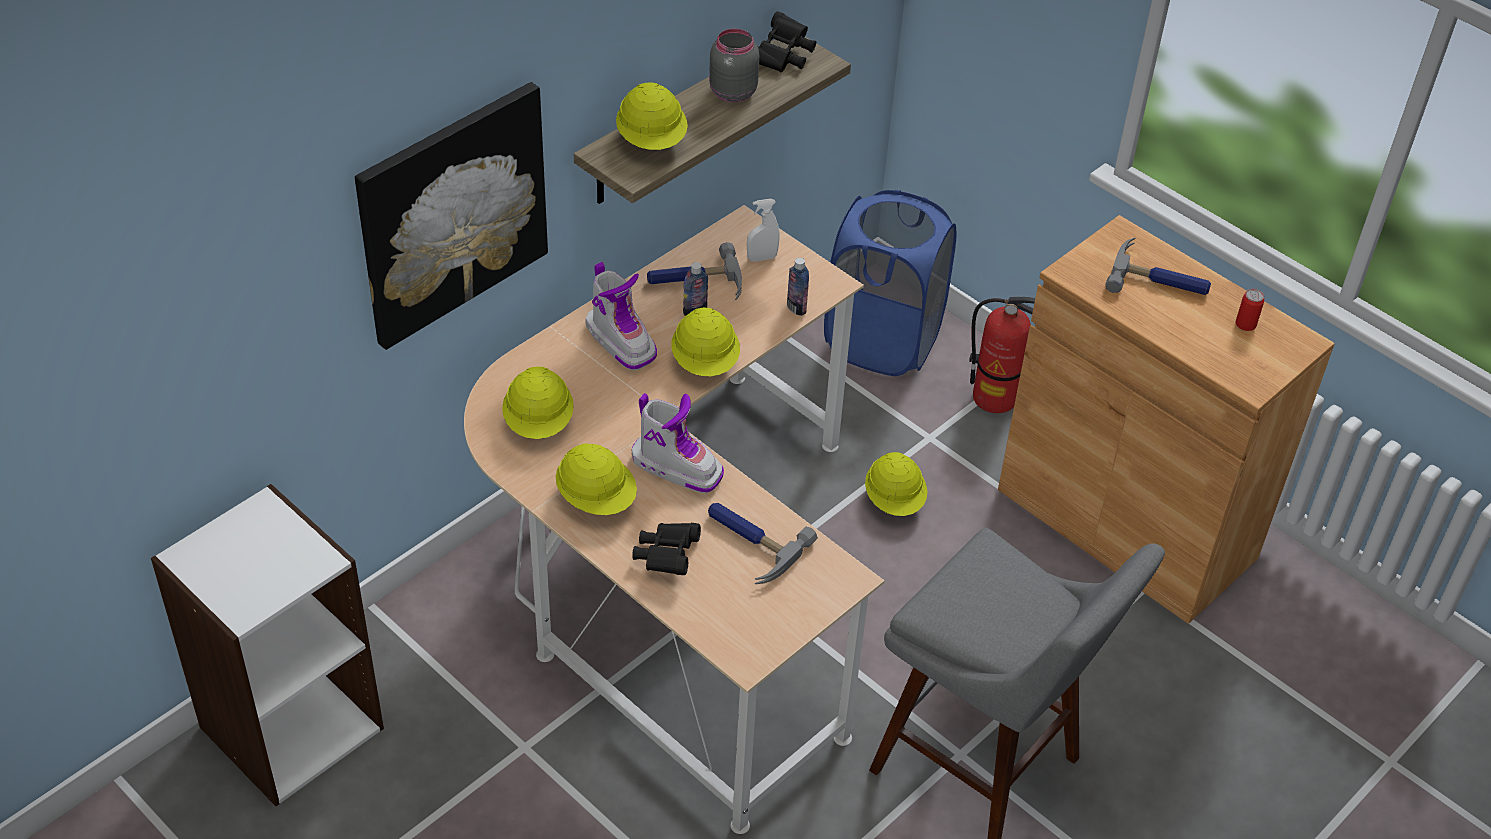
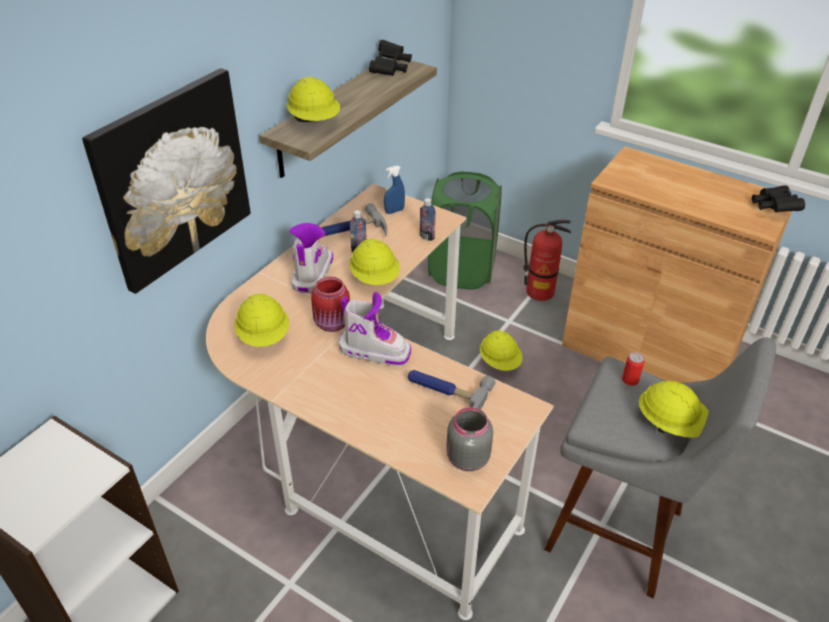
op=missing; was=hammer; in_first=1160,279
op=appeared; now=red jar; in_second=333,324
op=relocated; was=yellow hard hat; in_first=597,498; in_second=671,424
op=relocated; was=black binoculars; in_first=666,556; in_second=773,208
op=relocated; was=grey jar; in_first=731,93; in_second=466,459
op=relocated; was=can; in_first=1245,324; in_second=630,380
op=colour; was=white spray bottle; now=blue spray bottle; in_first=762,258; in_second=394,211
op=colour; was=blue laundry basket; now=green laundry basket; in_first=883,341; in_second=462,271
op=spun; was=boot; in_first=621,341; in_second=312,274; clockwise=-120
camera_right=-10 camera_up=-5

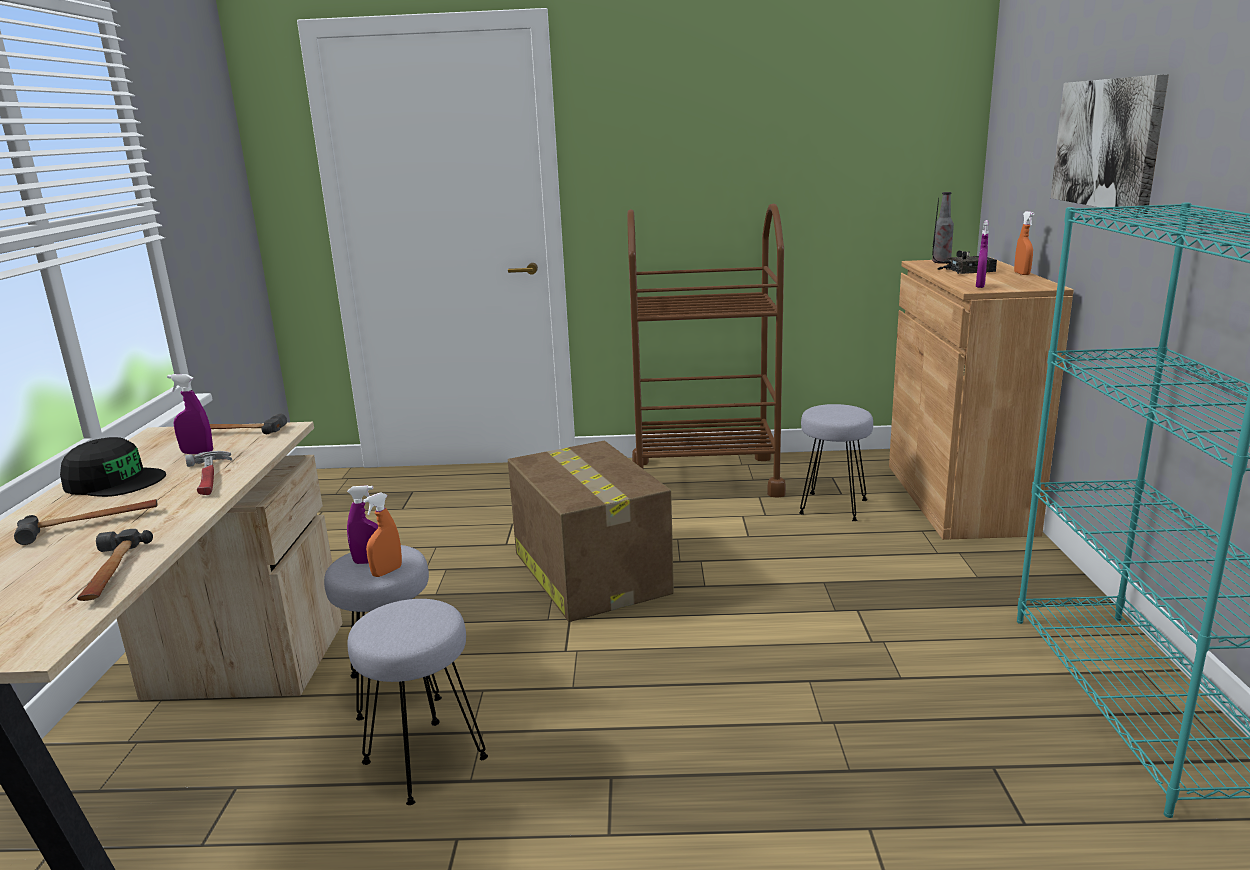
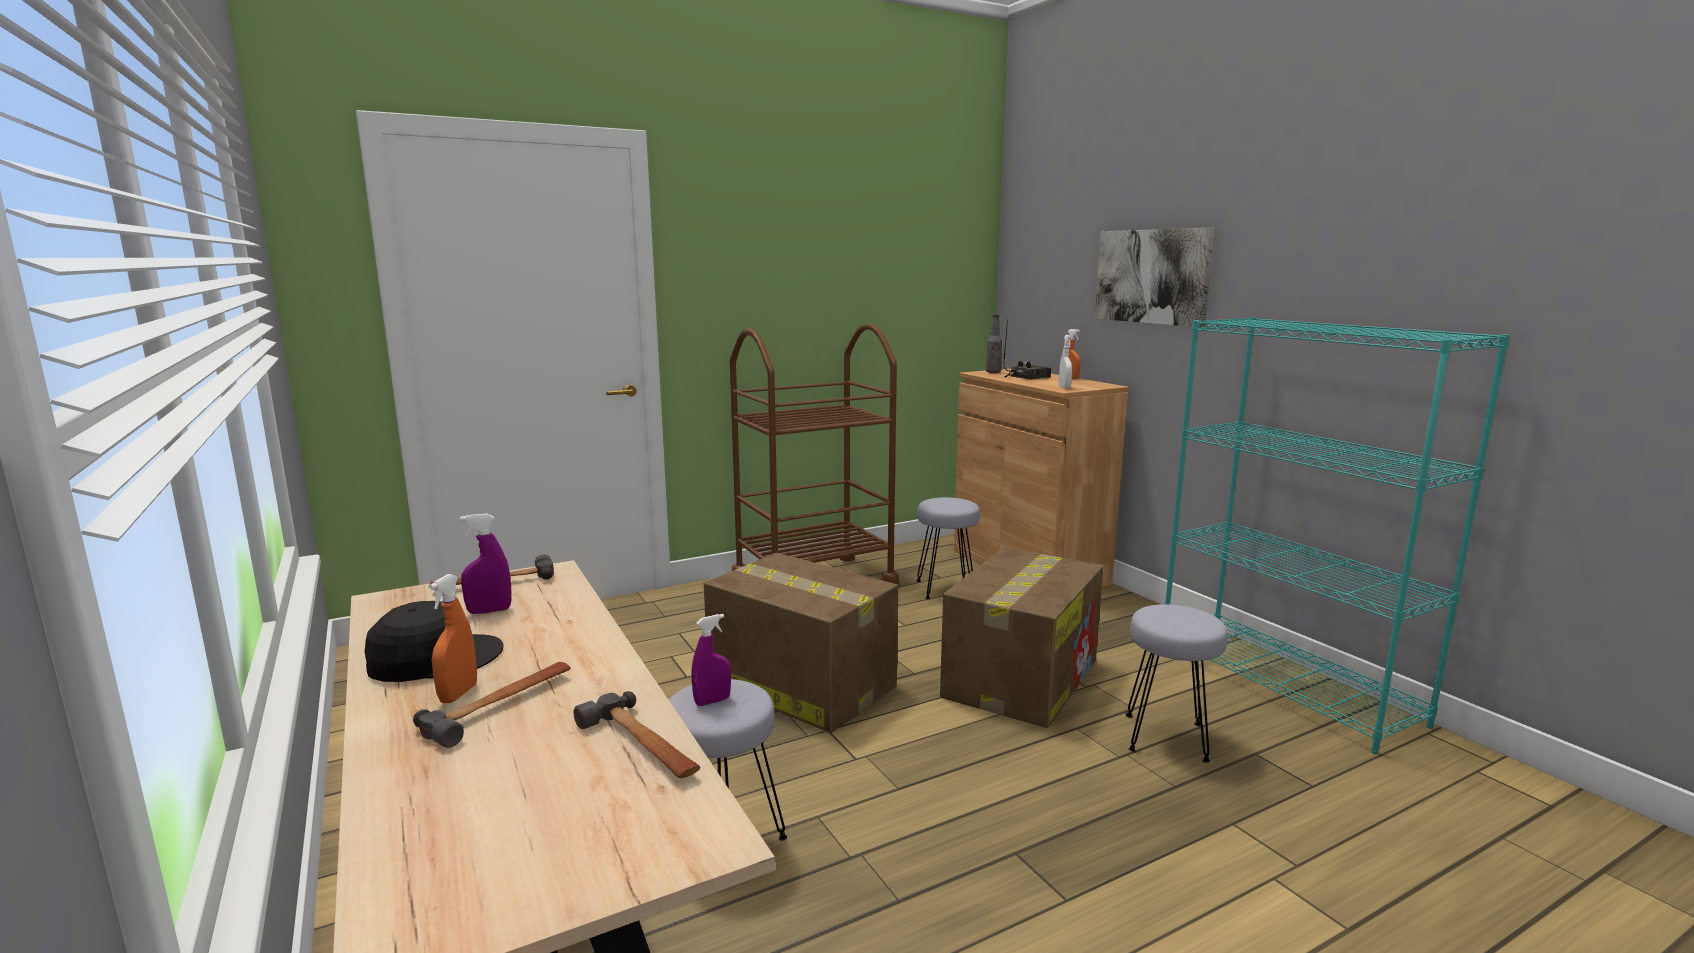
op=missing; was=hammer; in_first=209,478
op=appeared; now=cardboard box; in_second=1021,677
op=relocated; was=grey stool; in_first=425,761; in_second=1167,738
op=relocated; was=orange spray bottle; in_first=387,572; in_second=458,694
op=colour; was=purple spray bottle; now=white spray bottle; in_first=980,286; in_second=1064,387
camera_right=-30 camera_up=-5

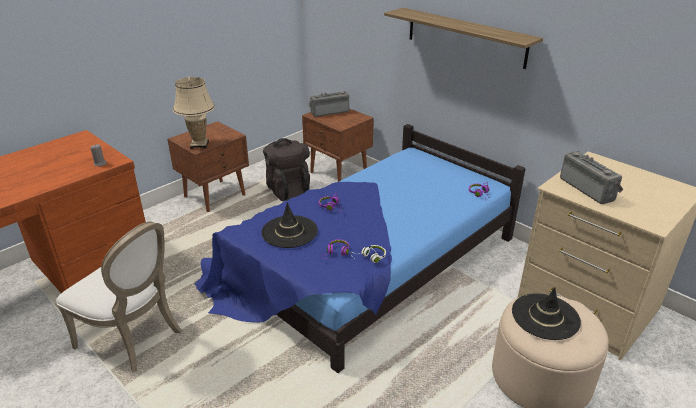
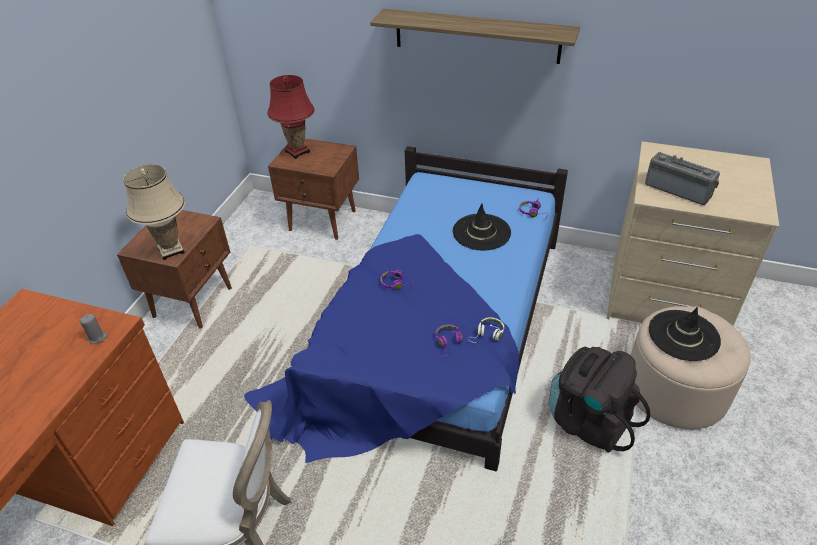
op=relocated; was=black hat; in_first=289,232; in_second=481,232
op=relocated; was=black backpack; in_first=288,189; in_second=589,421
op=exchanged; was=radio; now=red table lamp; in_first=329,111; in_second=297,152
camera_right=-25 camera_up=10

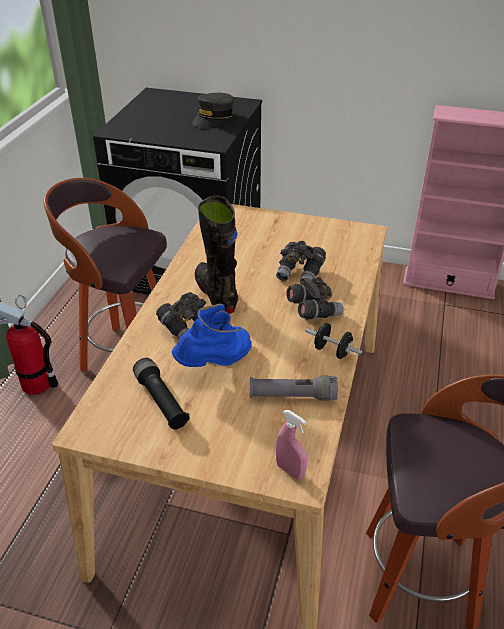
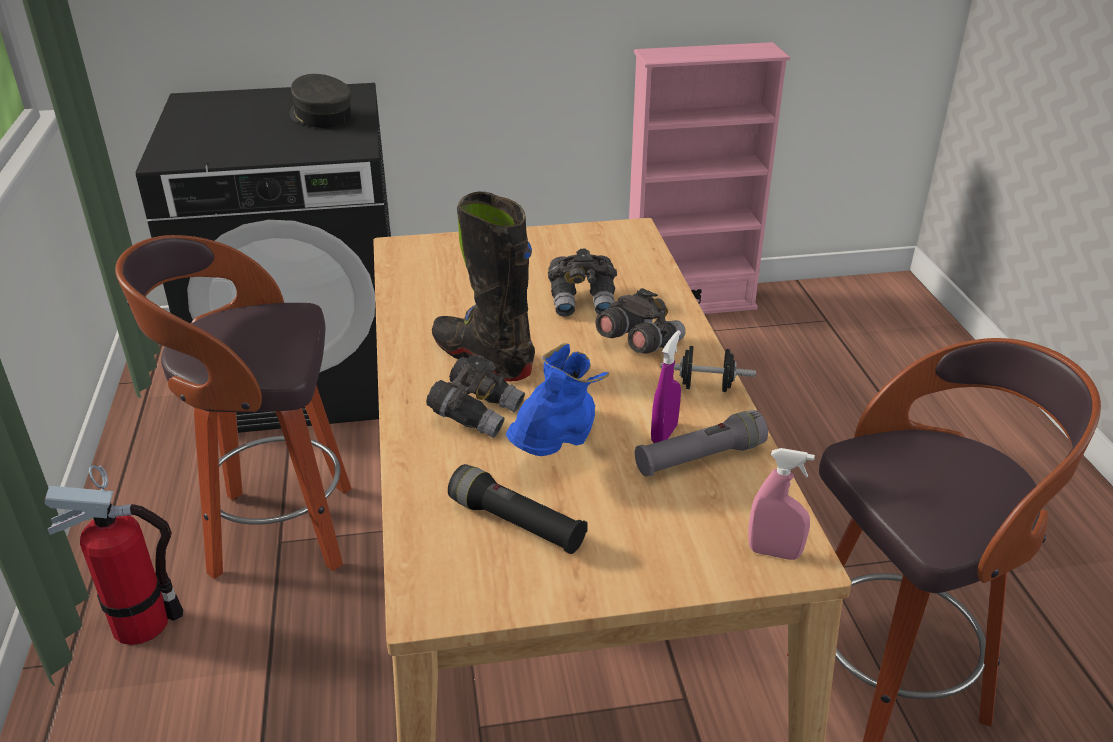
op=appeared; now=purple spray bottle; in_second=664,434
op=spun; was=grey cap; in_first=213,118; in_second=320,117; clockwise=135
camera_right=-25 camera_up=-5

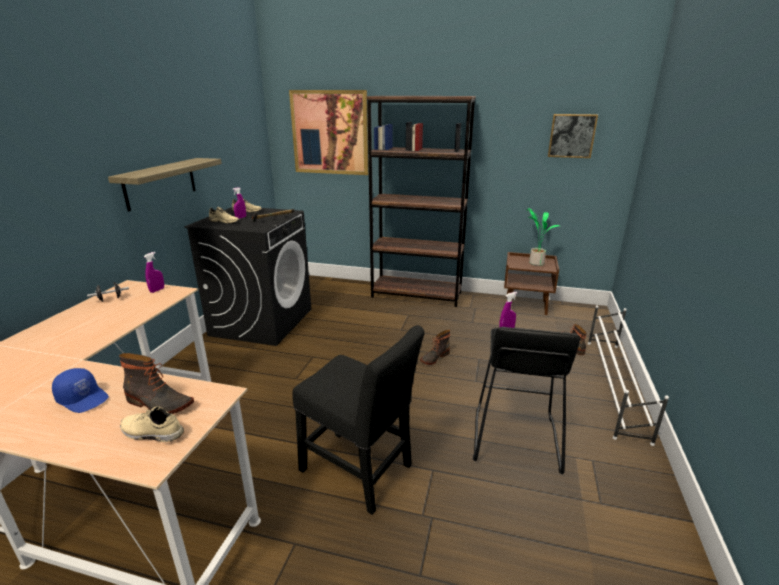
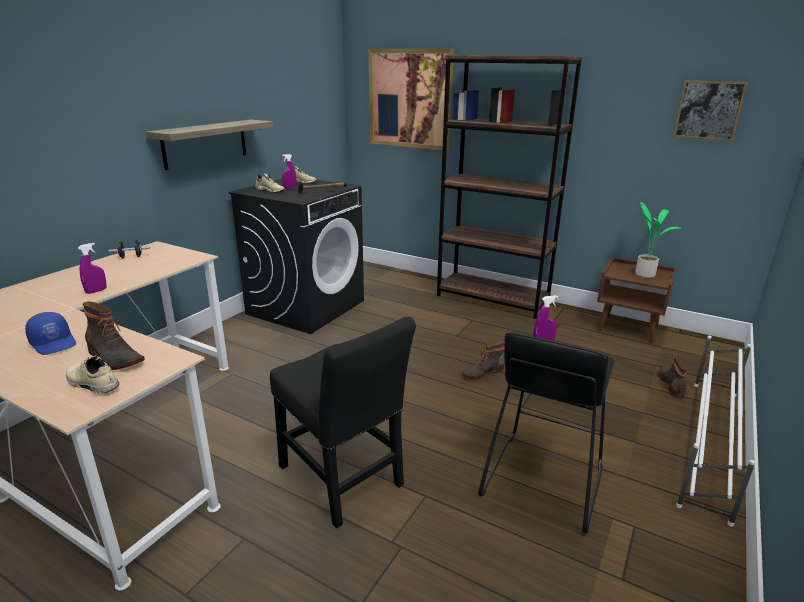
op=relocated; was=purple spray bottle; in_first=157,290; in_second=96,291
camera_right=15 camera_up=0

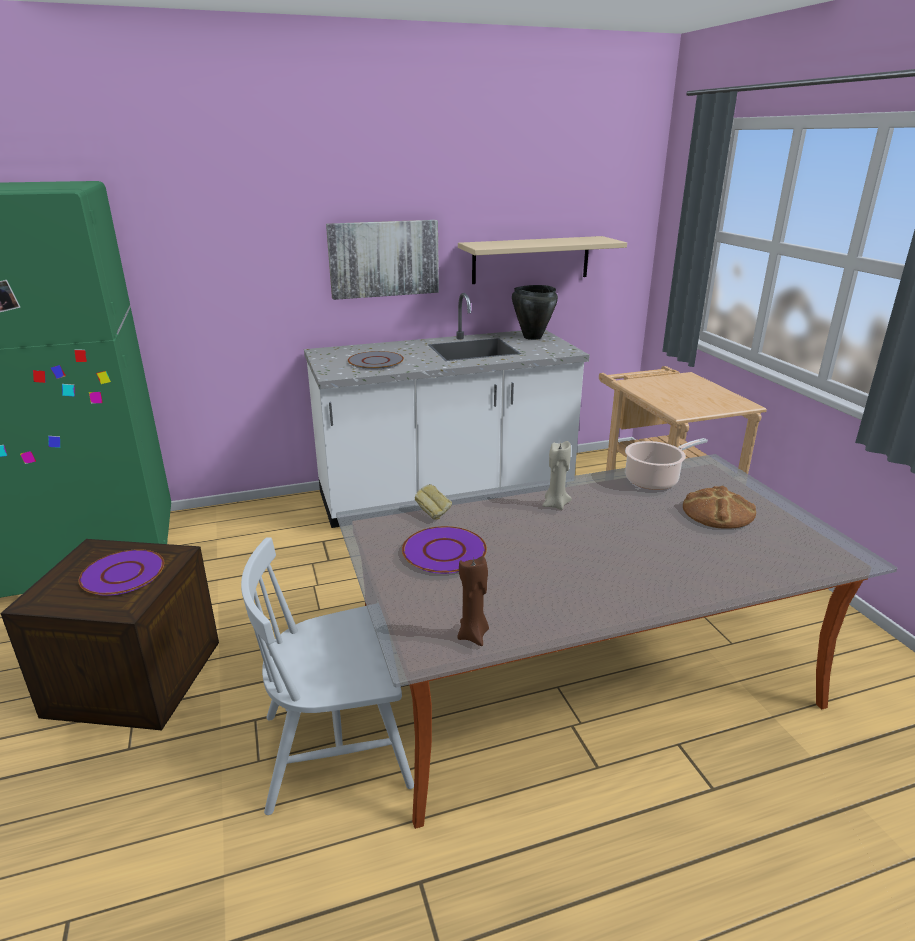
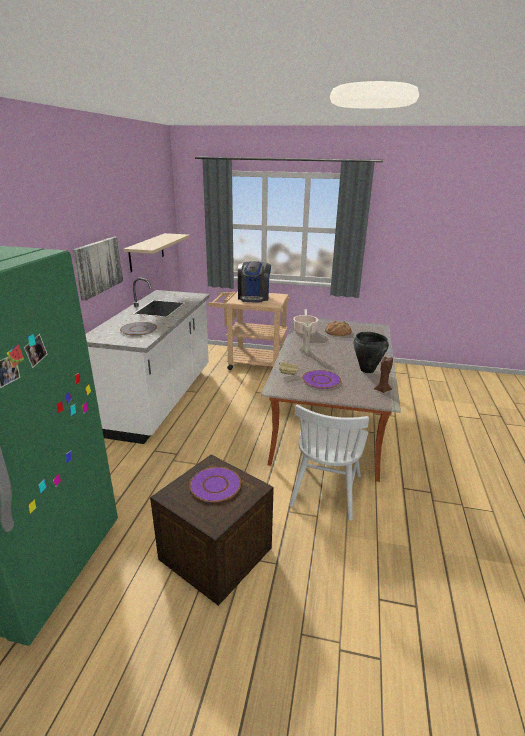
op=appeared; now=coffee machine; in_second=254,297
op=relocated; was=black cooking pot; in_first=532,337; in_second=367,370
camera_right=-60 camera_up=0

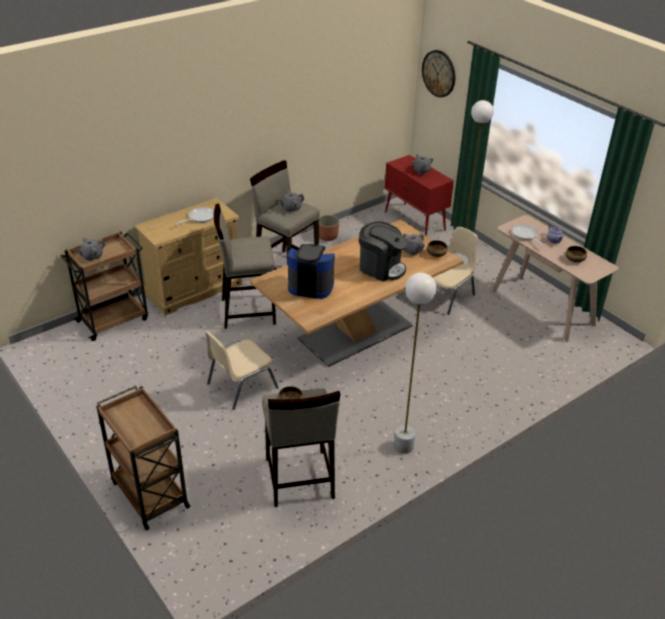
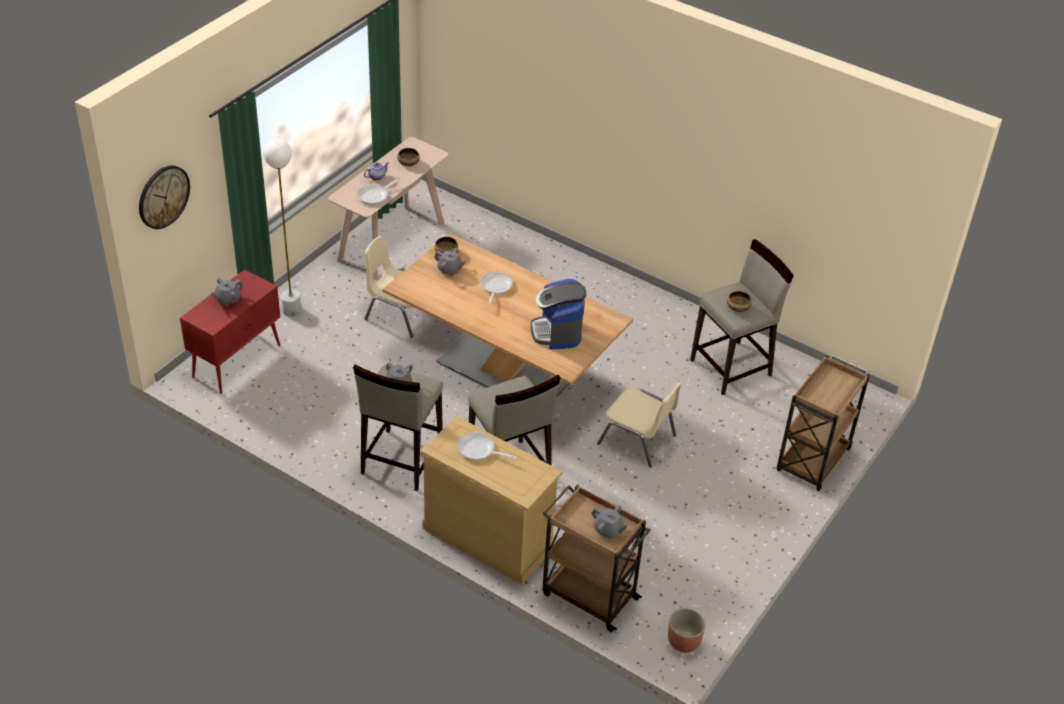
op=missing; was=white floor lamp; in_first=403,446
op=relocated; was=planter; in_first=327,237; in_second=683,641
op=exchanged; was=coffee machine; now=frying pan; in_first=381,268; in_second=495,287
camera_right=-110 camera_up=5

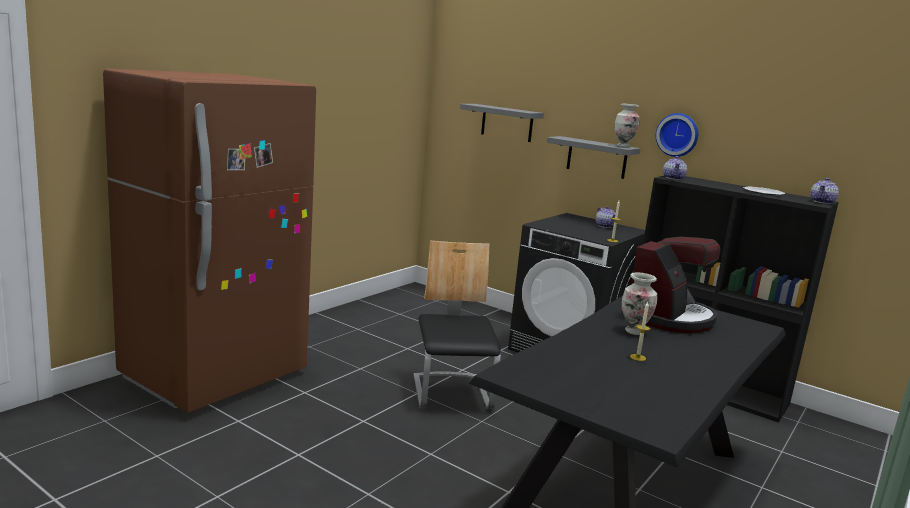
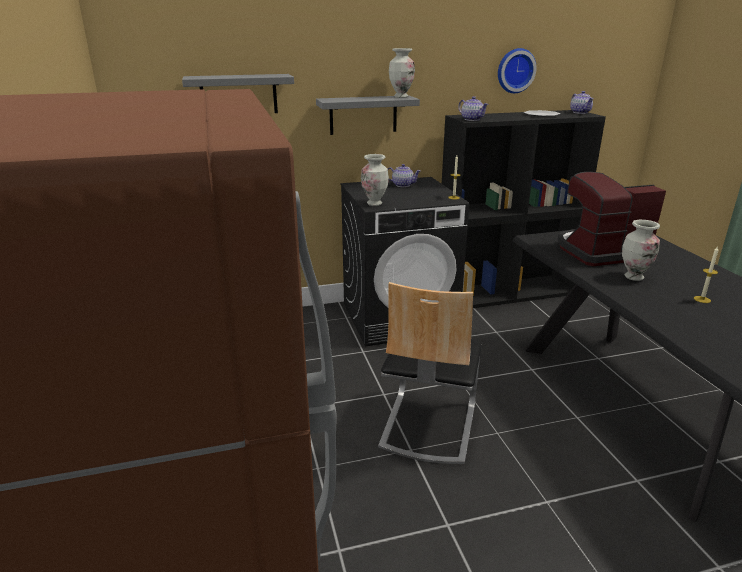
op=appeared; now=vase; in_second=374,204
op=relocated; was=wall clock; in_first=678,134; in_second=515,70
op=spun; was=chair; in_first=452,393; in_second=428,424; clockwise=-105
op=spun; was=coffee machine; in_first=669,318; in_second=600,251; clockwise=-90
camera_right=-50 camera_up=10

